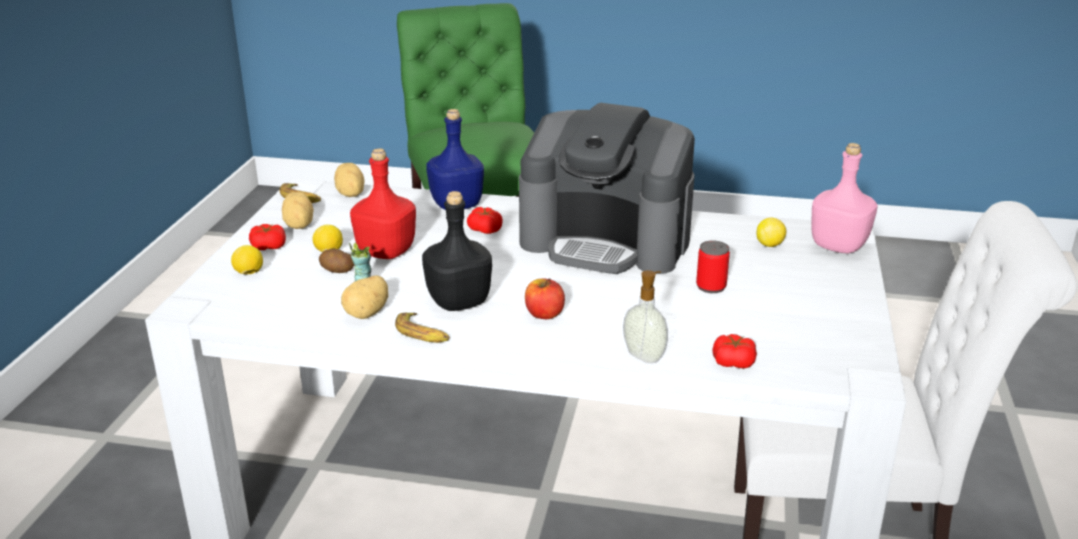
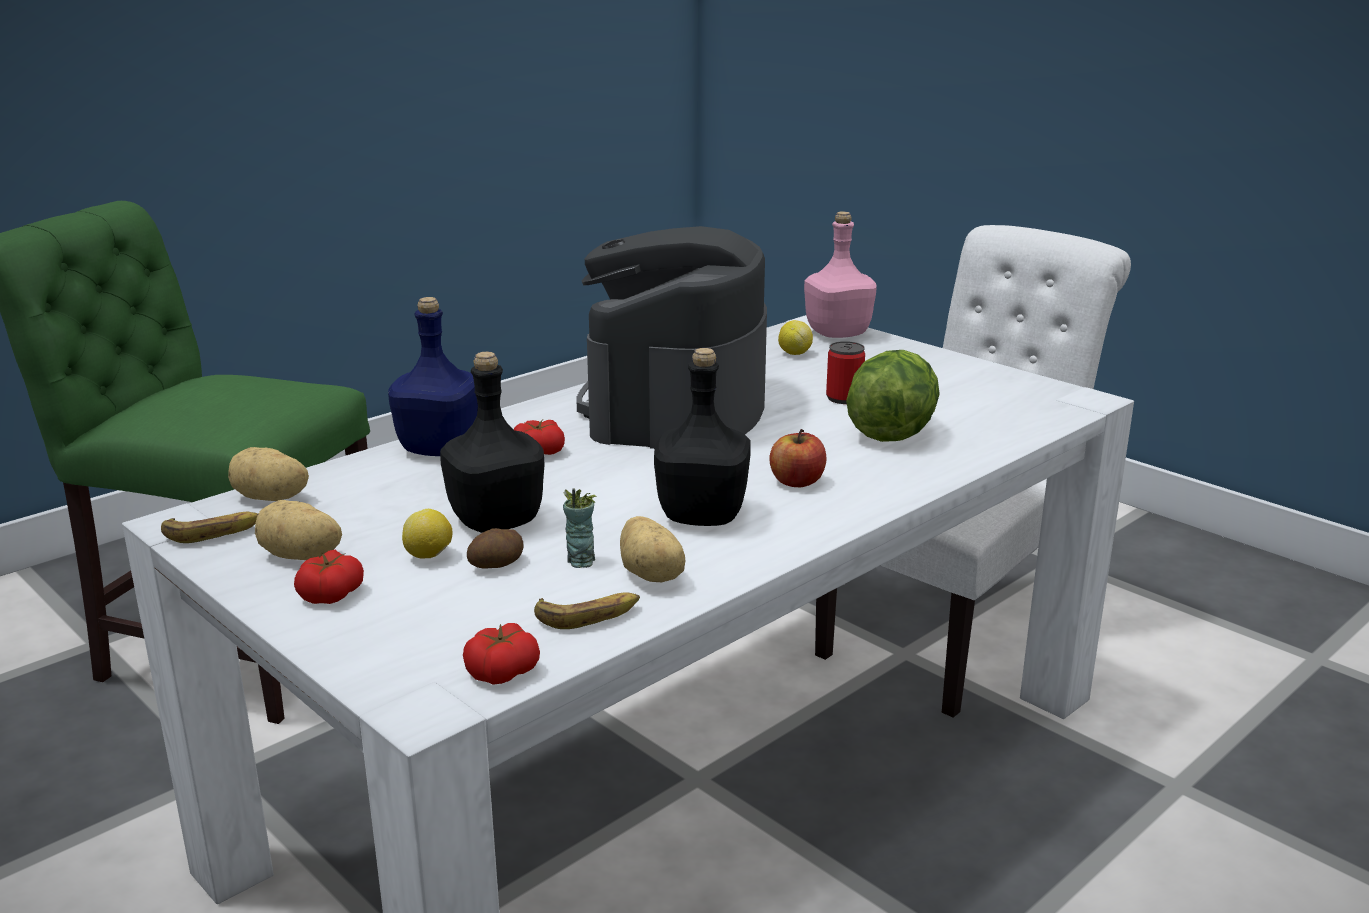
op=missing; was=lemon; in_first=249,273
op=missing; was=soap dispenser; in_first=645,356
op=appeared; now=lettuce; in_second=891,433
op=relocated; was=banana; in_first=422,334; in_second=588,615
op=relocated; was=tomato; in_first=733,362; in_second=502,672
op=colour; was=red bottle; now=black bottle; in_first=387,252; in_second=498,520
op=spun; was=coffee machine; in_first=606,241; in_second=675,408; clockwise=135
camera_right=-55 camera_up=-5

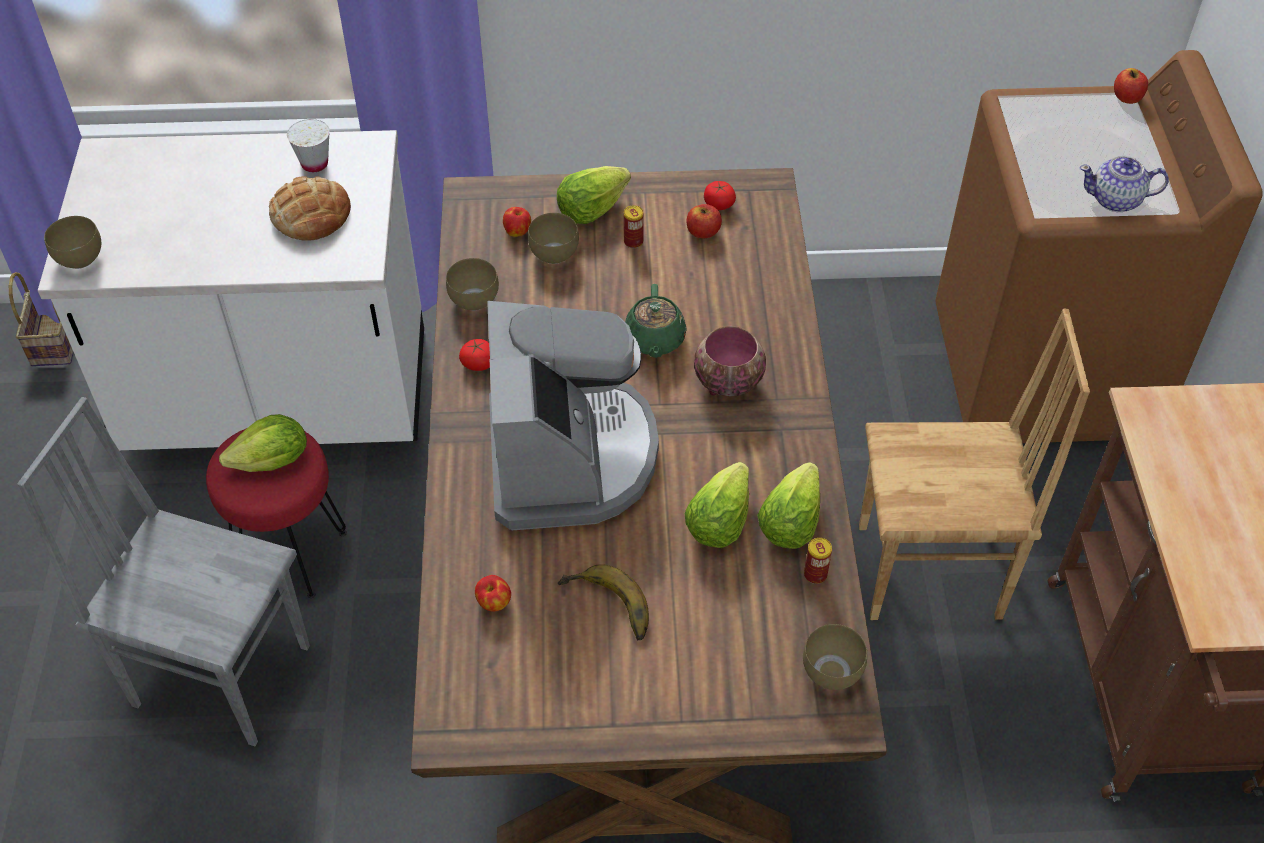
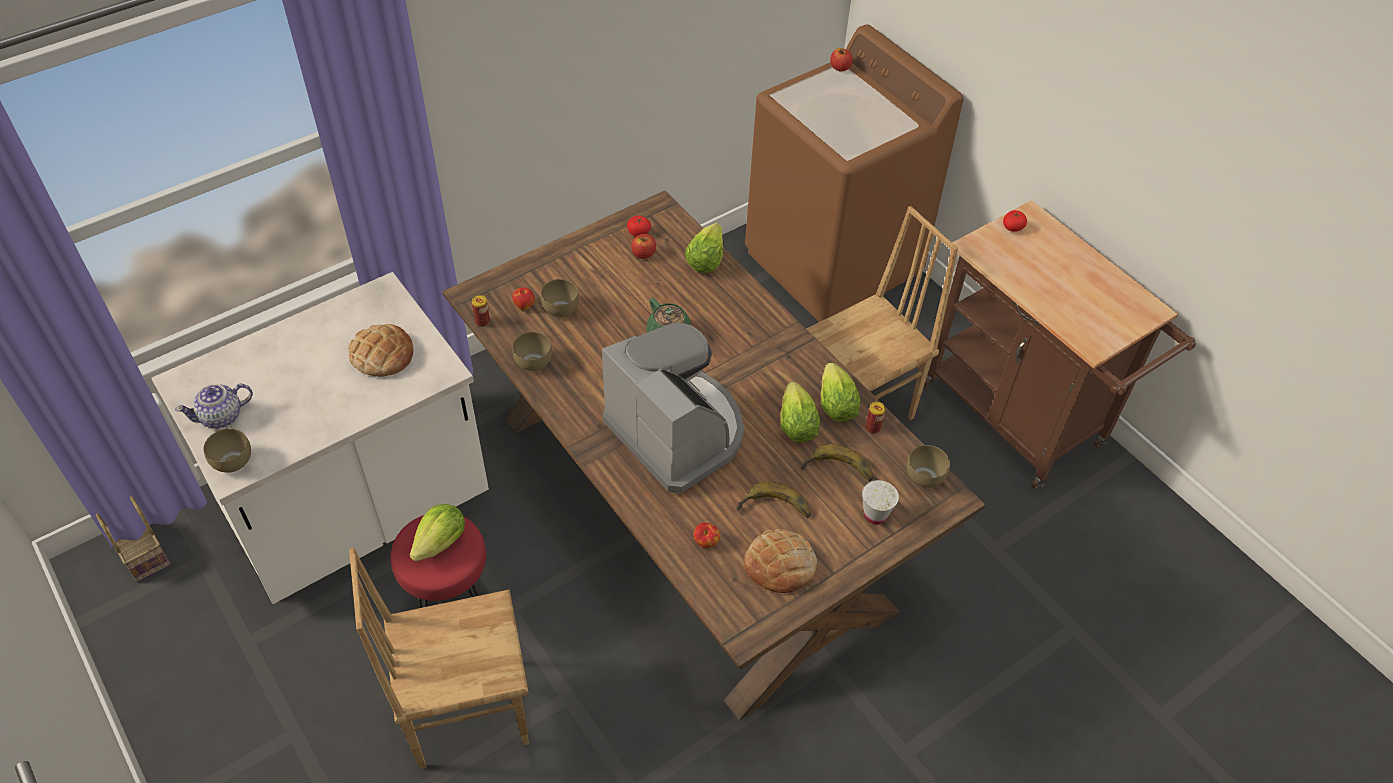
op=missing; was=bowl; in_first=726,381
op=appeared; now=bread; in_second=780,564
op=appeared; now=banana; in_second=837,472
op=relocated; was=white cup; in_first=314,164; in_second=875,515
op=relocated; was=tomato; in_first=478,363; in_second=1012,227
op=relocated; was=lettuce; in_first=591,210; in_second=705,260
op=relocated; was=can; in_first=633,242; in_second=482,321
op=relocated; was=teapot; in_first=1116,200; in_second=222,416
op=colour; was=grey chair; now=brown chair; in_first=222,672; in_second=466,711
camera_right=-35 camera_up=0

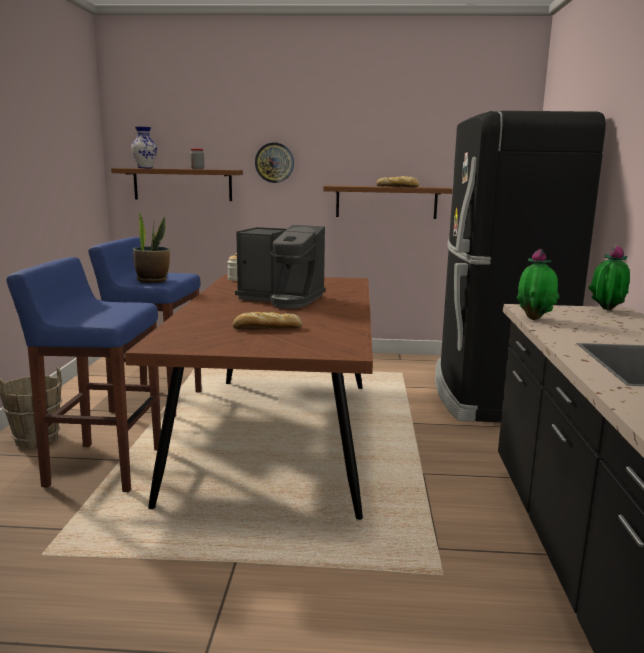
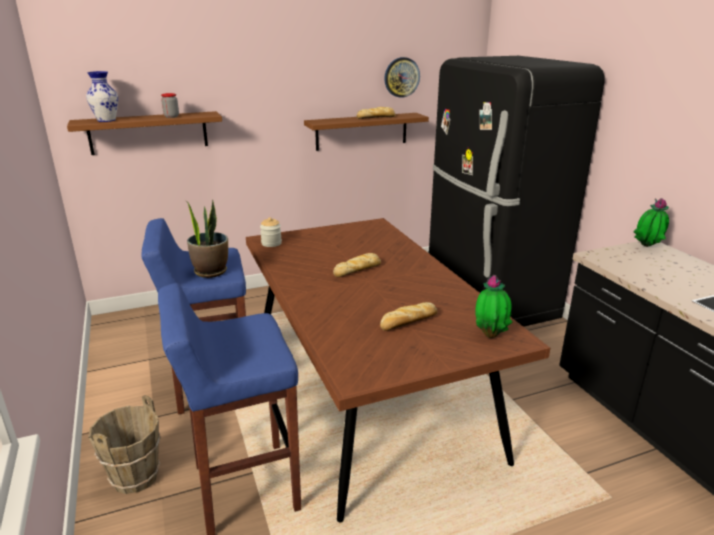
op=relocated; was=wall clock; in_first=274,162; in_second=401,77
op=relocated; was=potted plant; in_first=535,318; in_second=490,335
op=exchanged; was=coffee machine; now=bread; in_first=282,299; in_second=358,269
camera_right=-25 camera_up=10

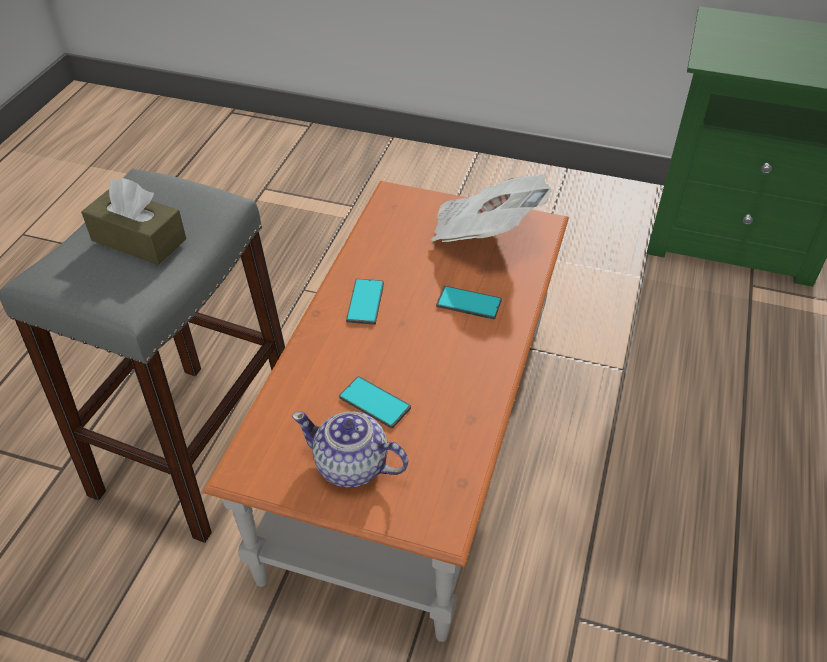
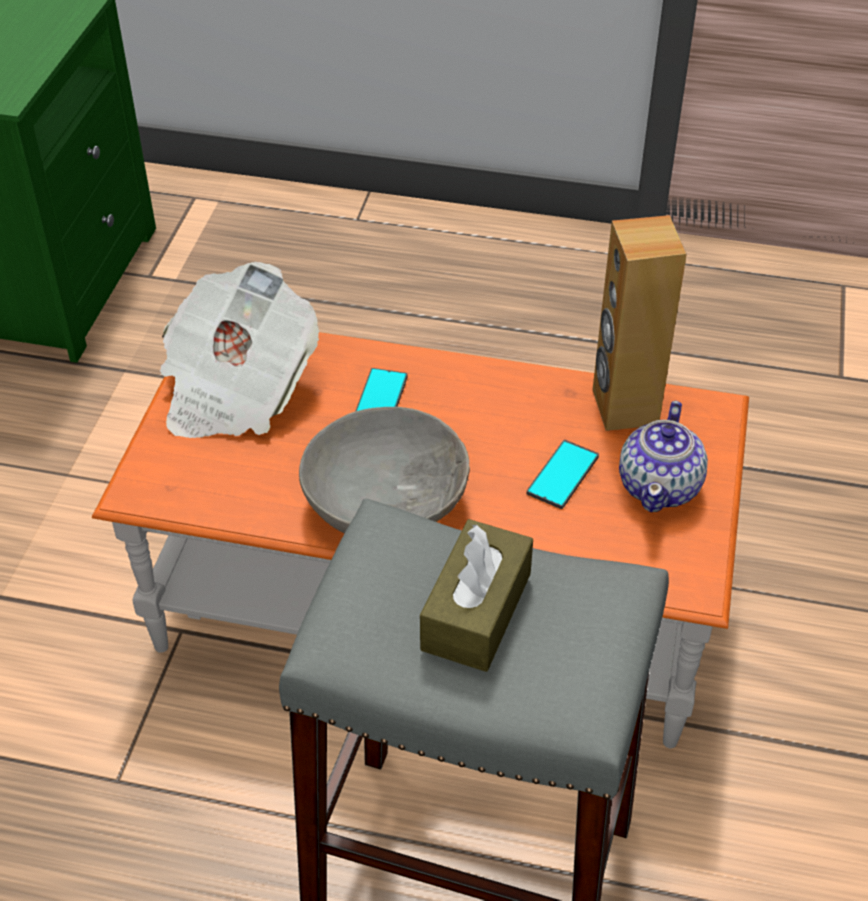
op=appeared; now=brown speaker; in_second=624,407
op=exchanged; was=phone; now=grey bowl; in_first=365,302; in_second=386,500
camera_right=-95 camera_up=0

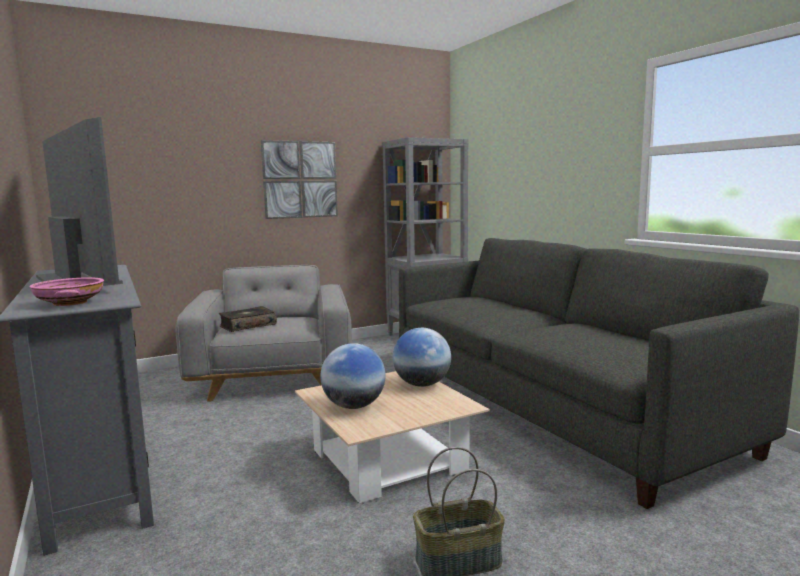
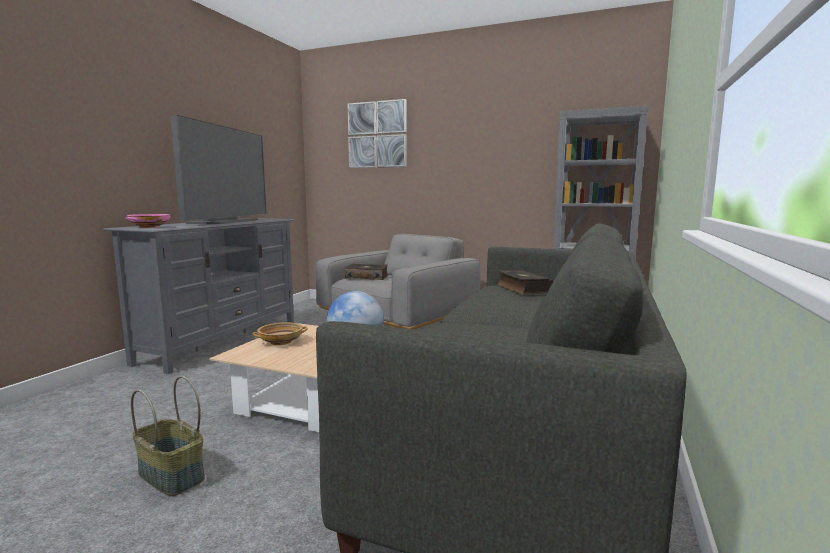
op=appeared; now=book; in_second=522,289
op=relocated; was=picture; in_first=300,179; in_second=377,135
op=exchanged; was=globe; now=beige bowl; in_first=354,406; in_second=281,342
camera_right=50 camera_up=0

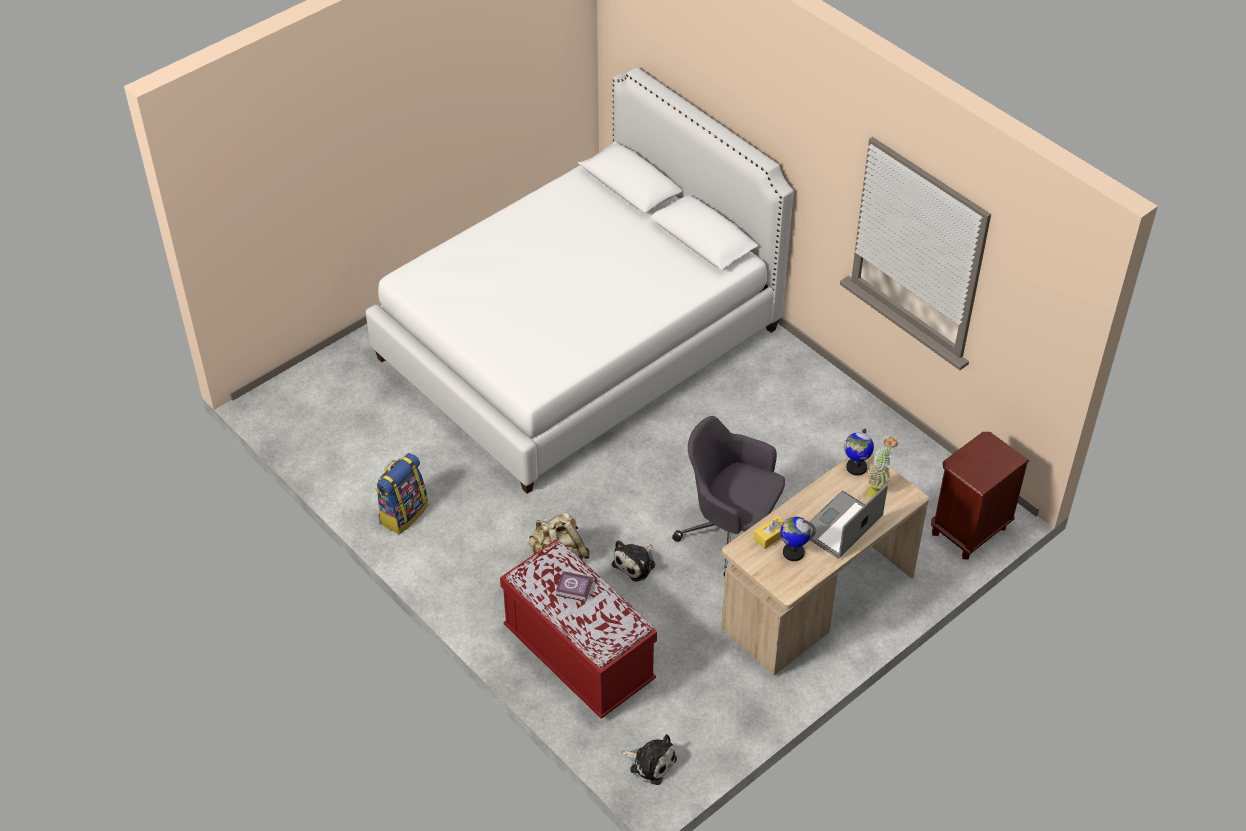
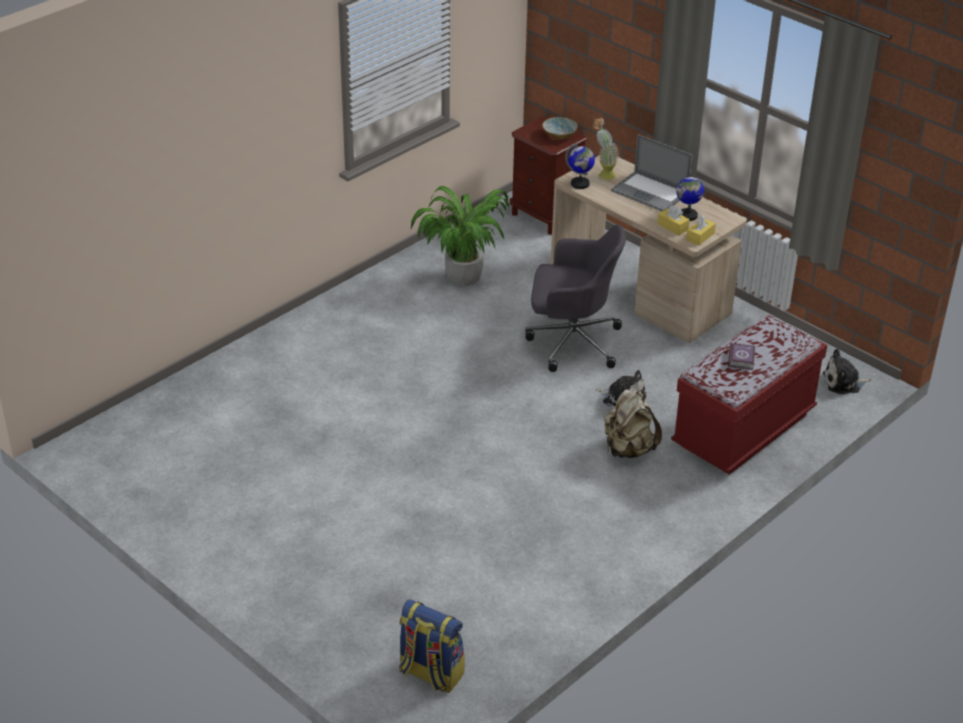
op=missing; was=white bed; in_first=578,343
op=appeared; now=potted plant; in_second=463,277
op=appeared; now=bowl; in_second=560,135
op=appeared; now=yellow tissue box; in_second=700,237
op=relocated; was=backpack; in_first=403,513; in_second=430,673
op=spun; was=plush toy; in_first=650,763; in_second=844,382; clockwise=-120
op=spun; was=grey office chair; in_first=731,533; in_second=571,341; clockwise=-105
camera_right=-95 camera_up=-10

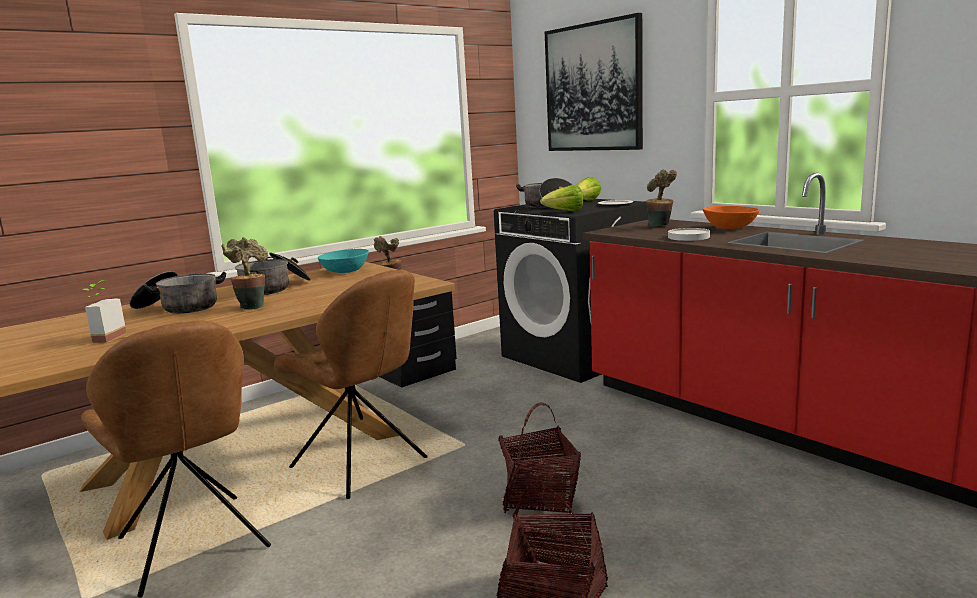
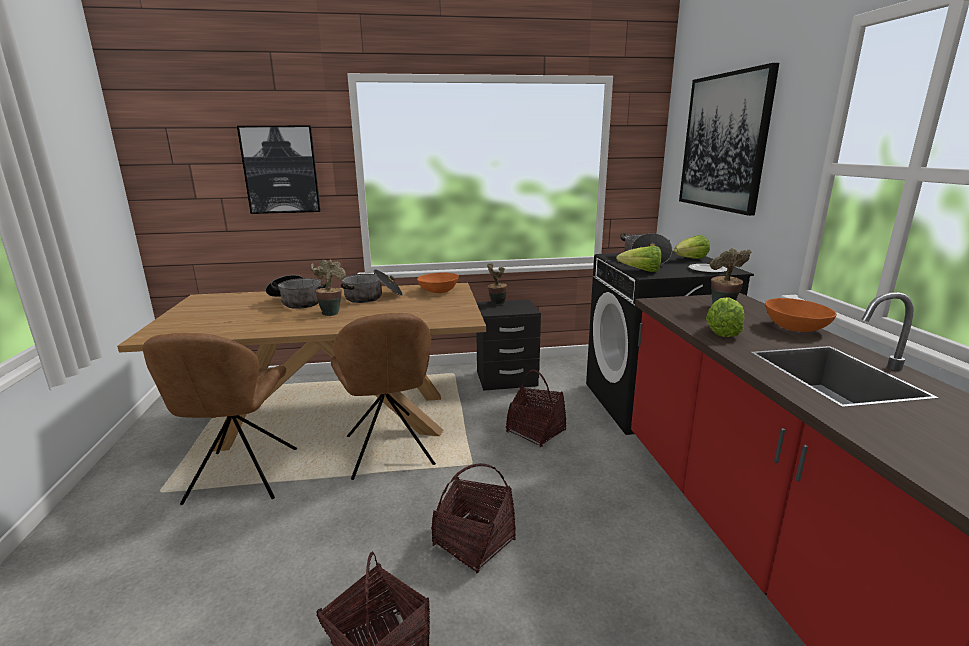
op=missing; was=potted plant; in_first=103,338
op=appeared; now=picture; in_second=281,170
op=appeared; now=basket; in_second=536,432
op=exchanged; was=white plate; now=lettuce; in_first=688,237; in_second=722,332
op=colour; was=turquoise bowl; now=orange bowl; in_first=345,271; in_second=439,291
camera_right=30 camera_up=5

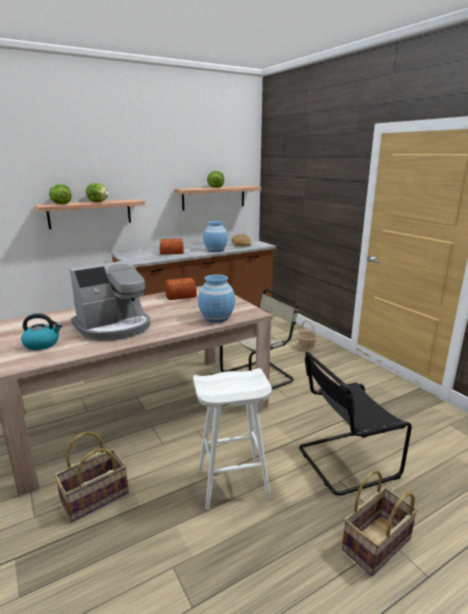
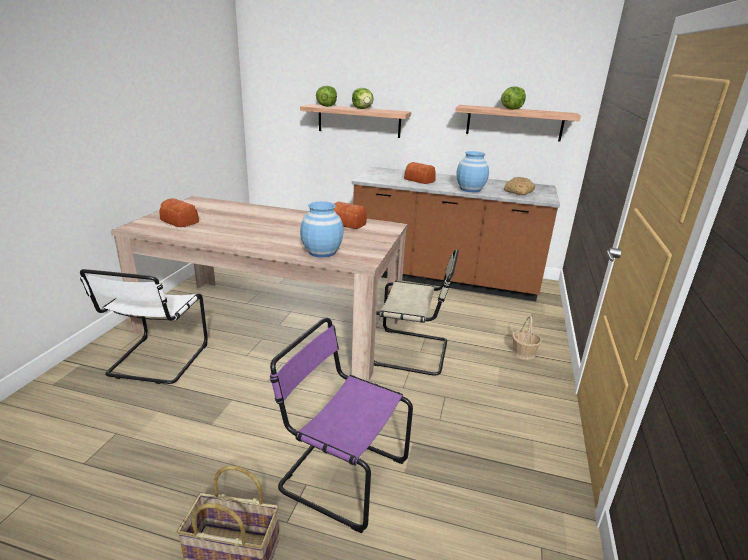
op=missing; was=coffee machine; in_first=114,327
op=missing; was=white stool; in_first=232,484
op=exchanged; was=kettle; now=bread; in_first=42,344; in_second=180,221
op=exchanged; was=basket; now=white chair; in_first=95,498; in_second=156,361
op=colour; was=black chair; now=purple chair; in_first=344,462; in_second=339,474
camera_right=45 camera_up=5

